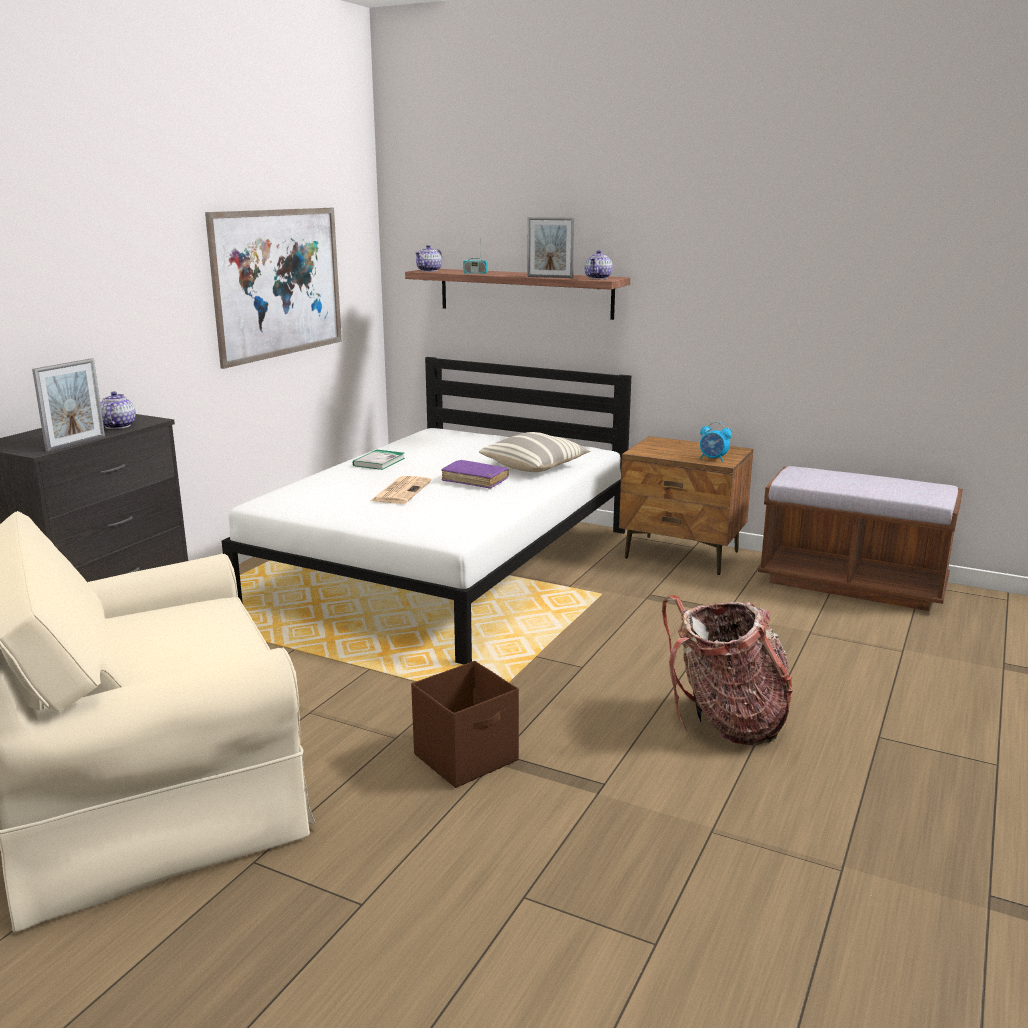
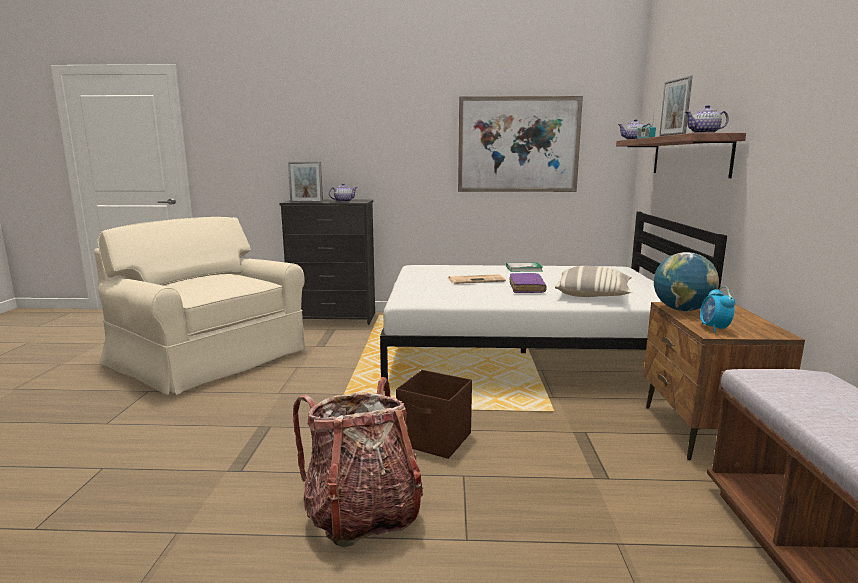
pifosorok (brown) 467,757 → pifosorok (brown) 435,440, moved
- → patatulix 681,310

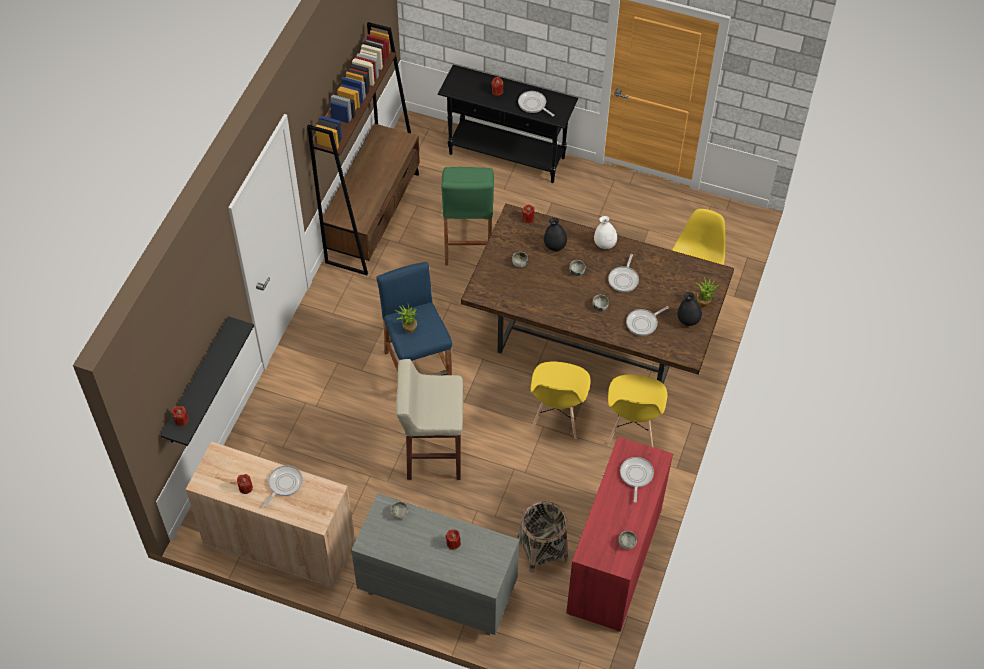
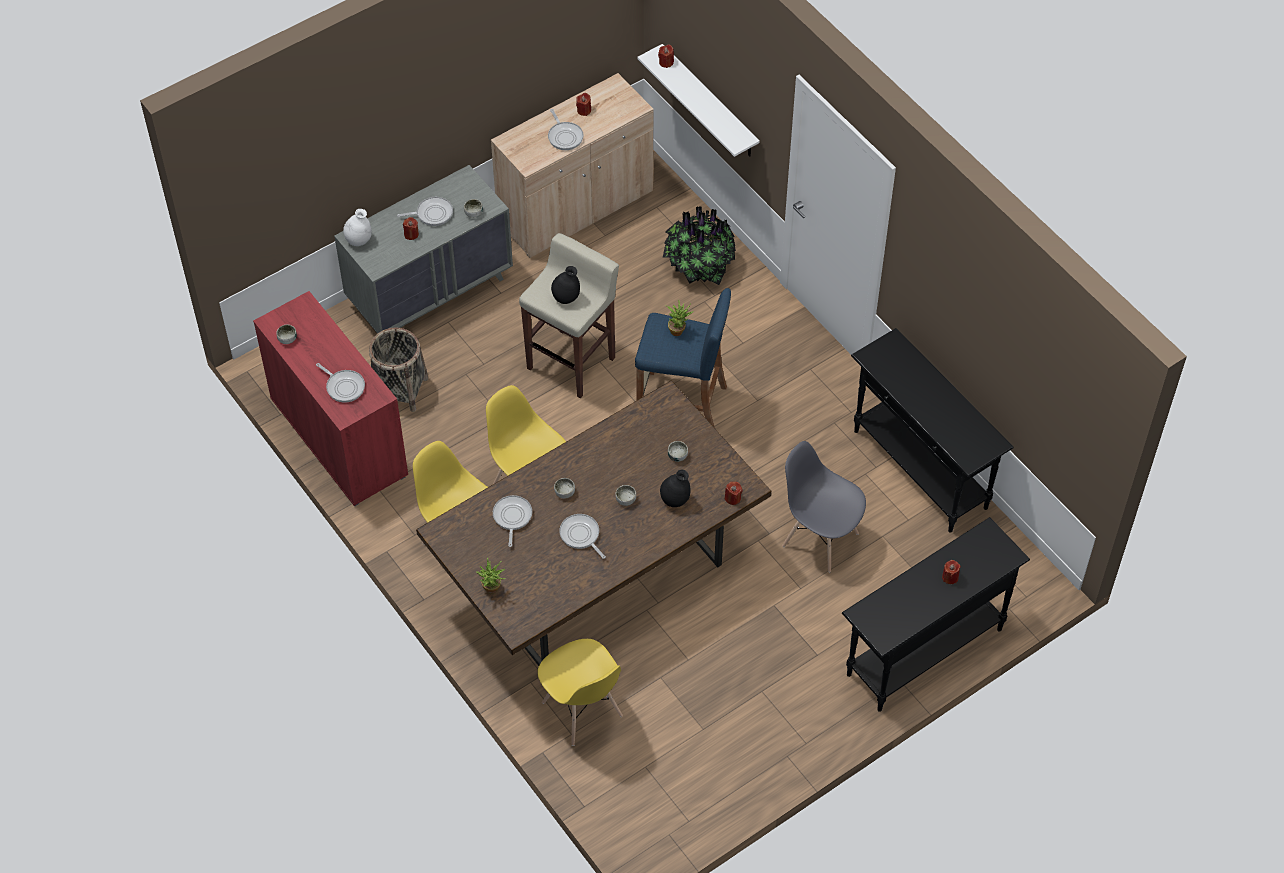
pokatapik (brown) 373,217 → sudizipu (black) 920,470
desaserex 533,105 → desaserex 432,213, moved
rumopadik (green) 468,241 → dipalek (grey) 820,539
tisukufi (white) 604,244 → tisukufi (white) 359,240, moved
tisukufi (black) 688,320 → tisukufi (black) 566,298, moved
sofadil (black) 197,382 → sofadil (white) 709,103
- → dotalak 698,267

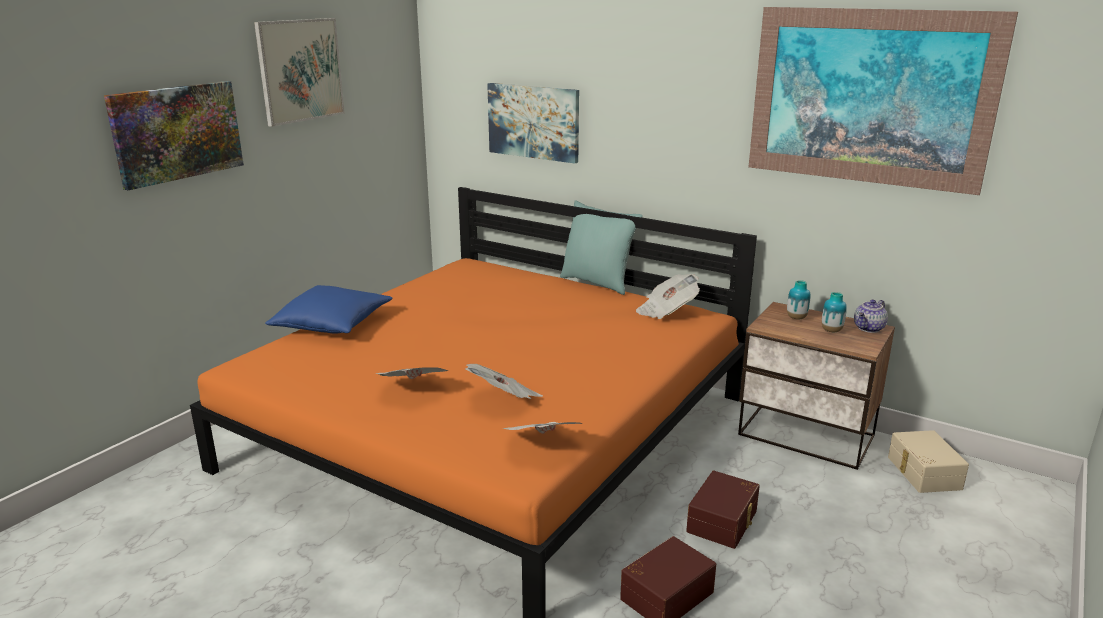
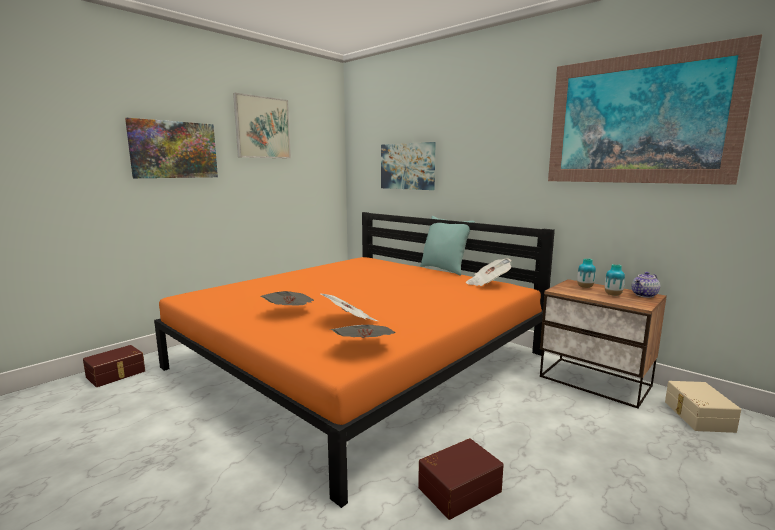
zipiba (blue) 333,324 → -
pifosorok (brown) 724,521 → pifosorok (brown) 116,374, moved

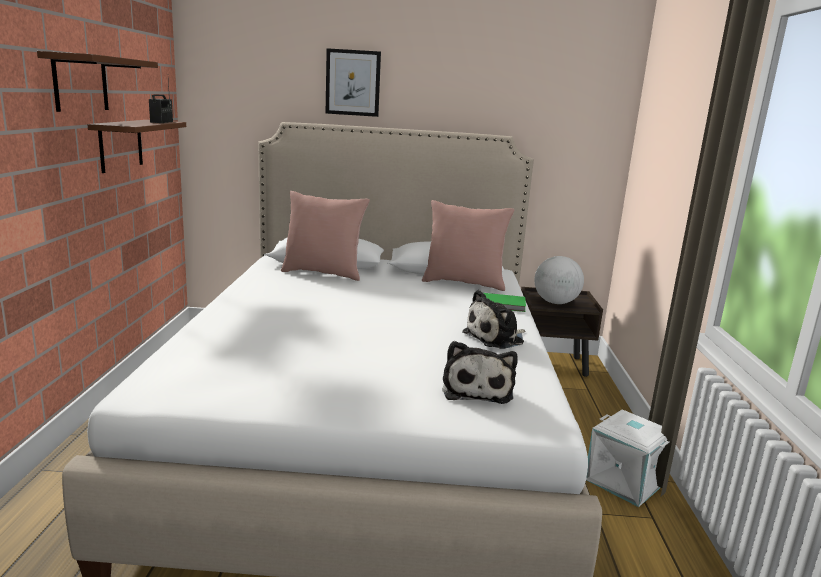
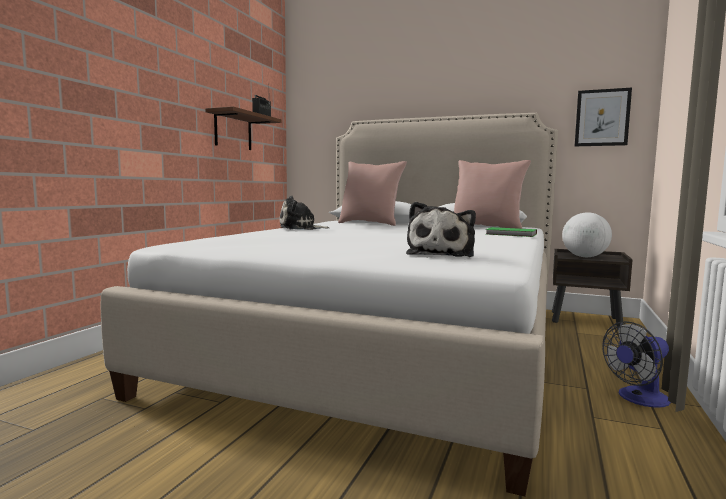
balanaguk 353,83 → balanaguk 602,118, moved
sofadil (brown) 80,83 → -
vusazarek 496,338 → vusazarek 300,228, moved
pifosorok (white) 625,481 → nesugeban 638,399

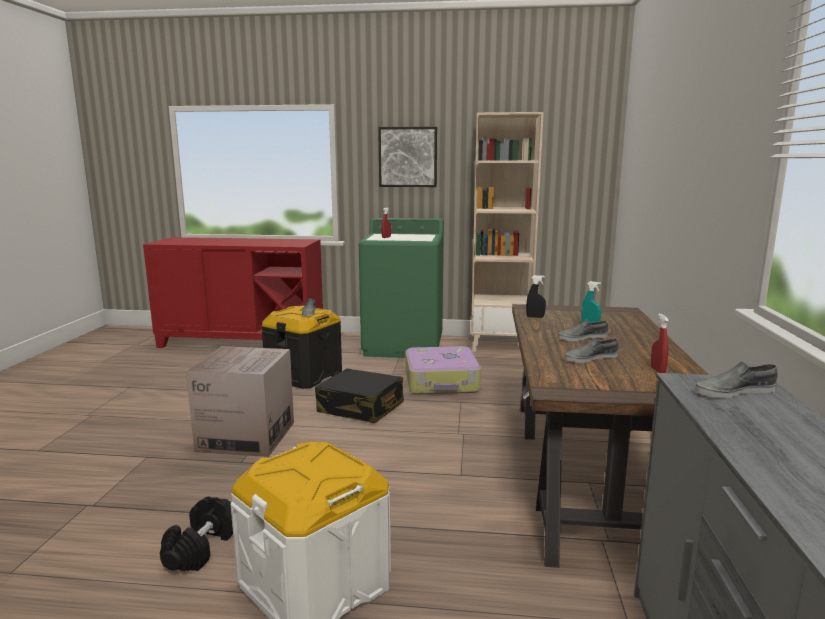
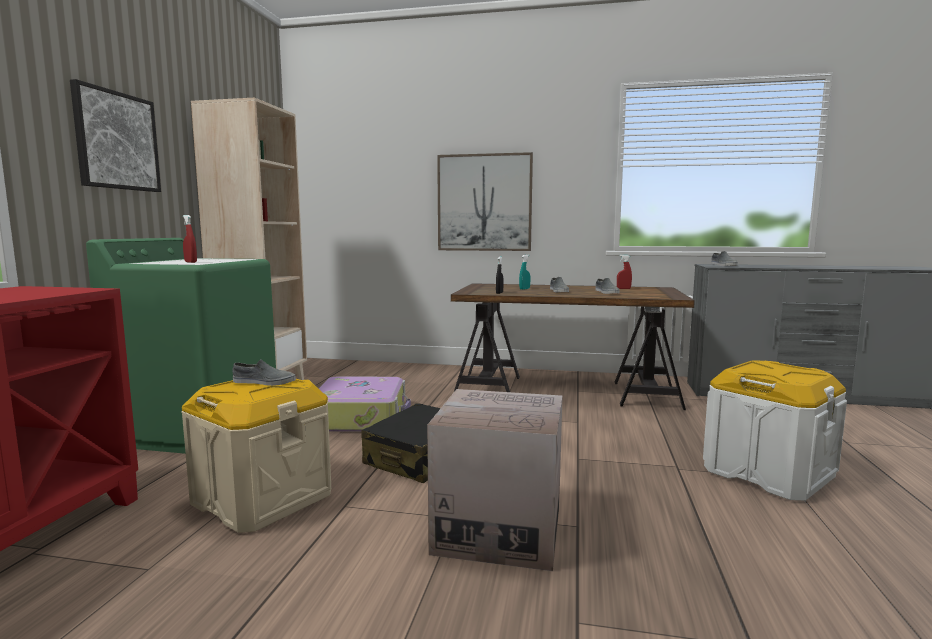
pifosorok (black) 304,375 → pifosorok (beige) 262,498
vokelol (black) 200,548 → -
- → balanaguk 484,203

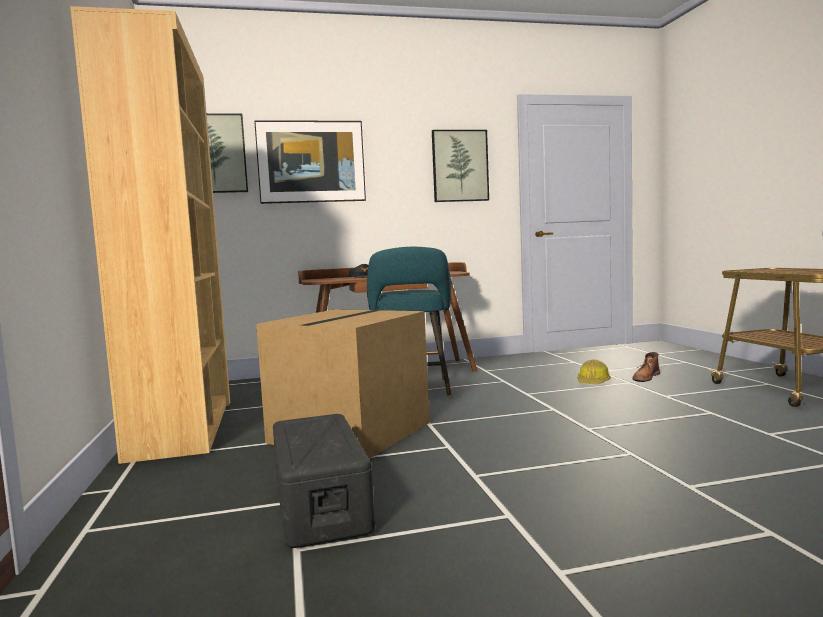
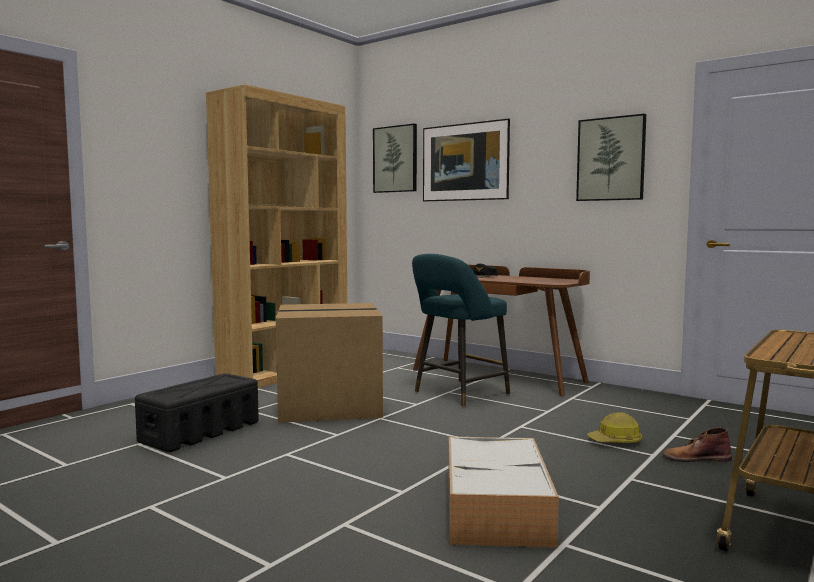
- → pifosorok 497,509

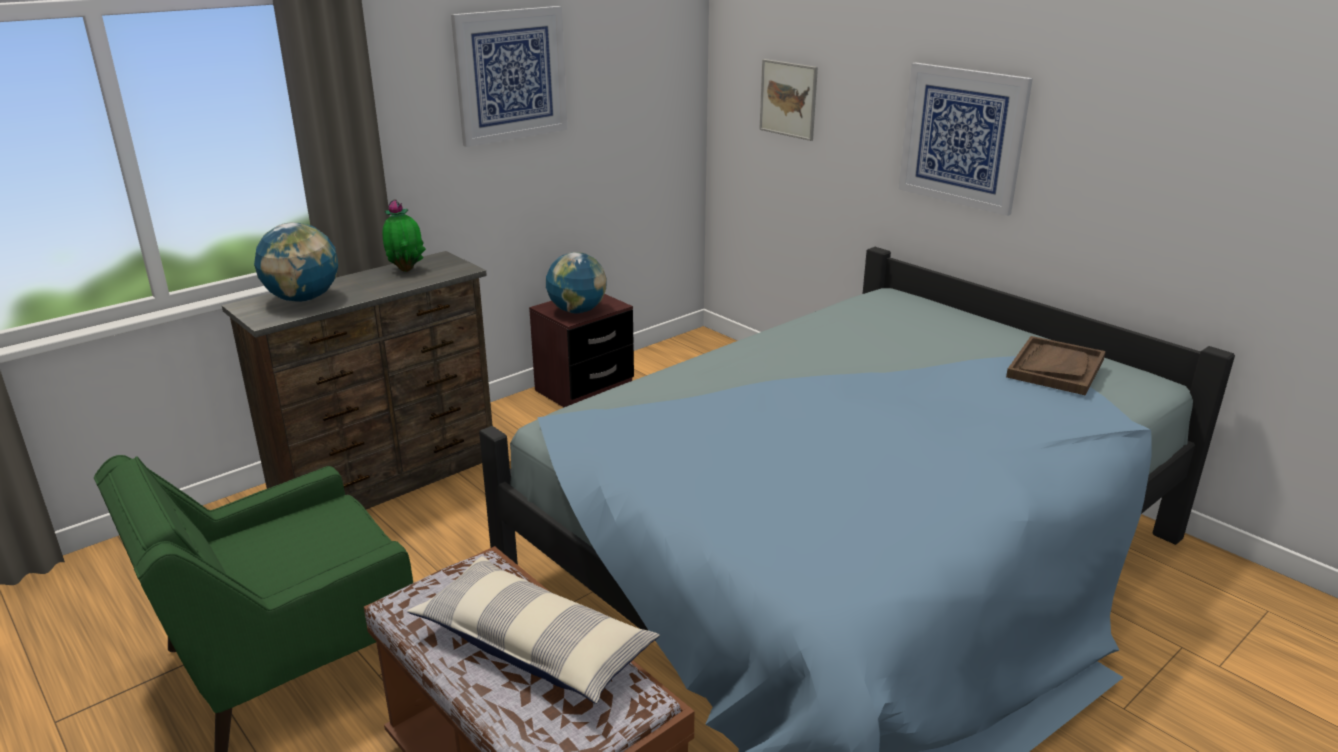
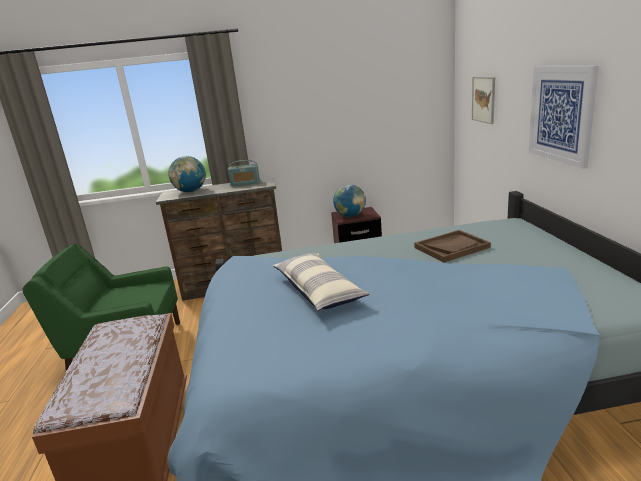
balanaguk 511,75 → -
dotalak 406,269 → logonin 245,183
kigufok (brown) 1055,368 → kigufok (brown) 451,247, moved
zipiba 534,645 → zipiba 319,291, moved

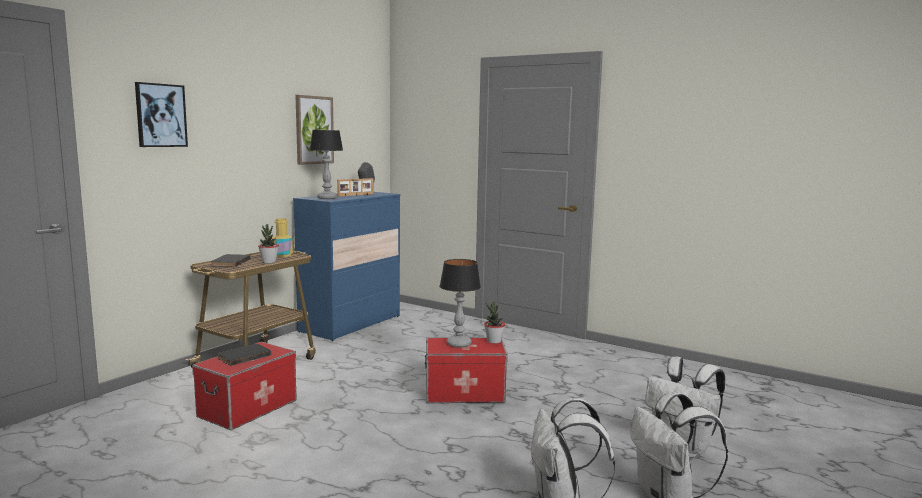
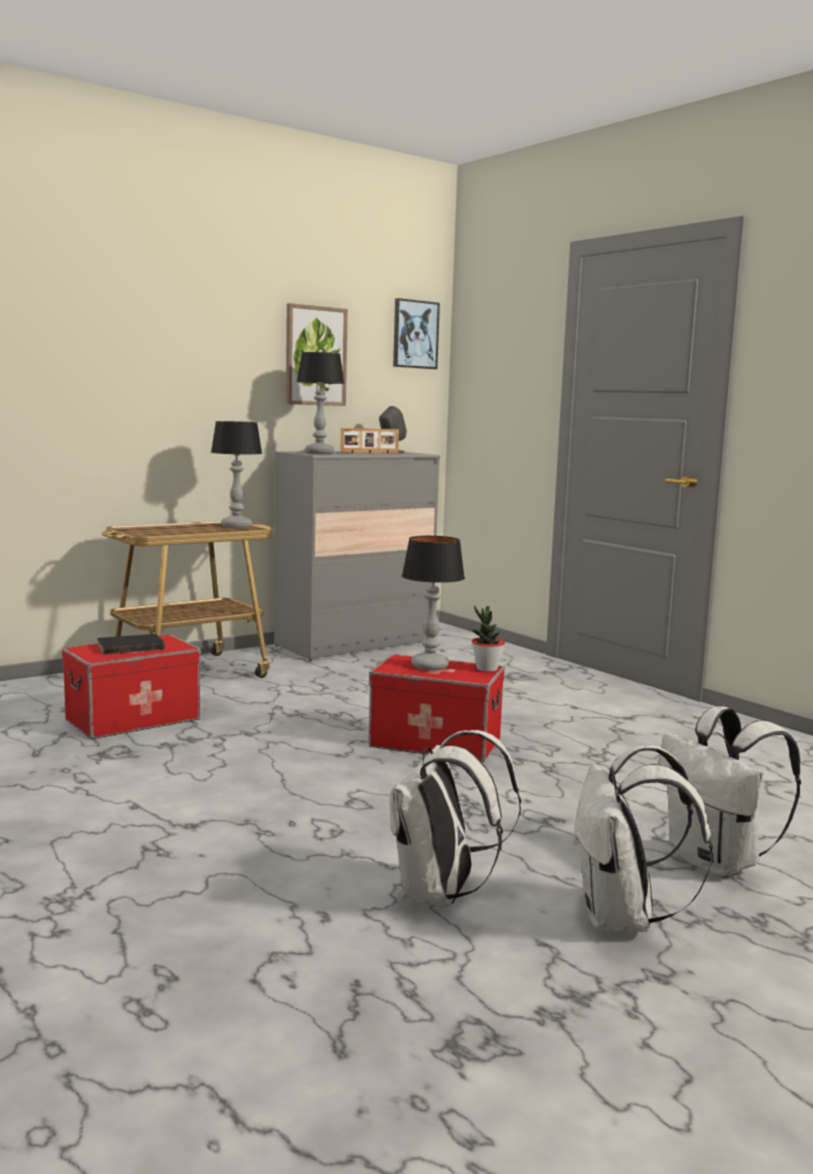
balanaguk 160,115 → balanaguk 415,334, moved
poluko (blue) 351,324 → poluko (grey) 354,644
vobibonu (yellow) 282,255 → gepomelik 237,526
dotalak 269,262 → -
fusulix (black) 229,262 → -

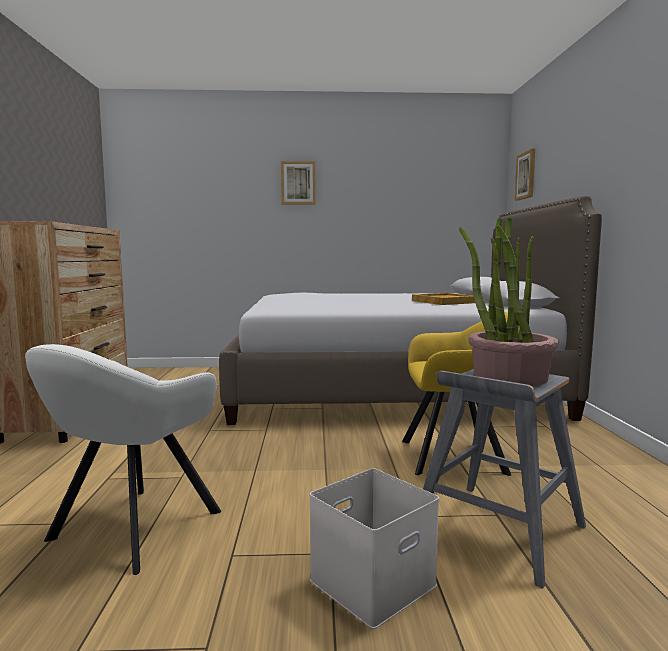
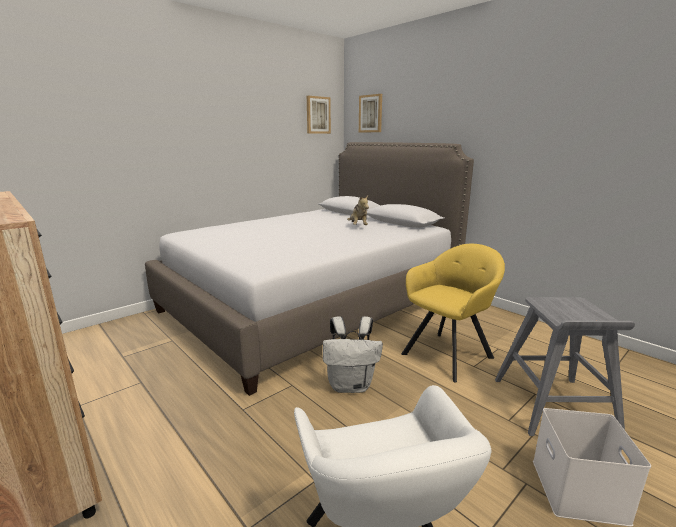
balanaguk 298,183 → balanaguk 318,115, moved
dotalak 508,377 → -
kigufok (beige) 445,301 → vusazarek 358,226
- → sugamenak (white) 351,385

